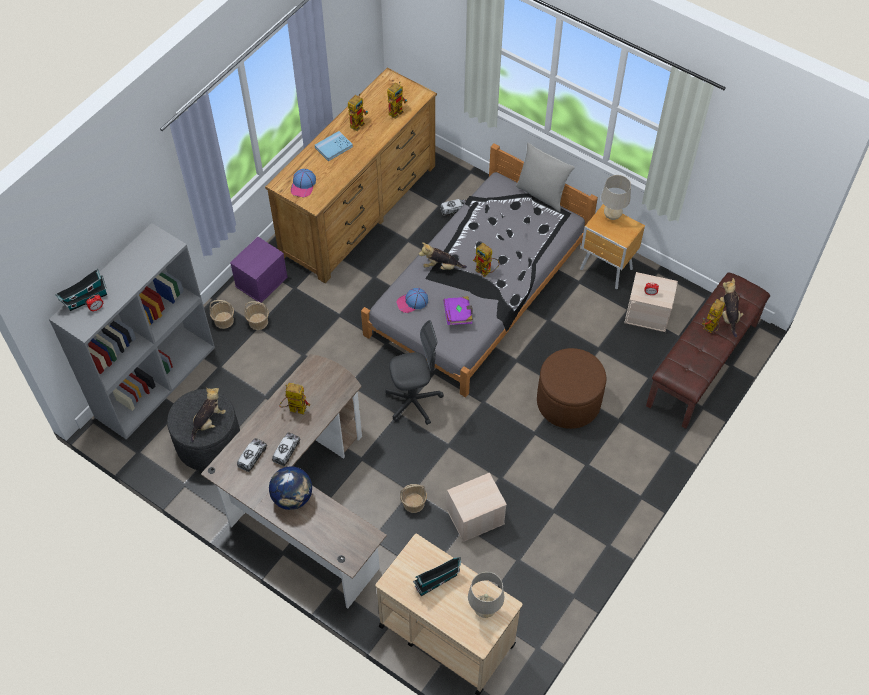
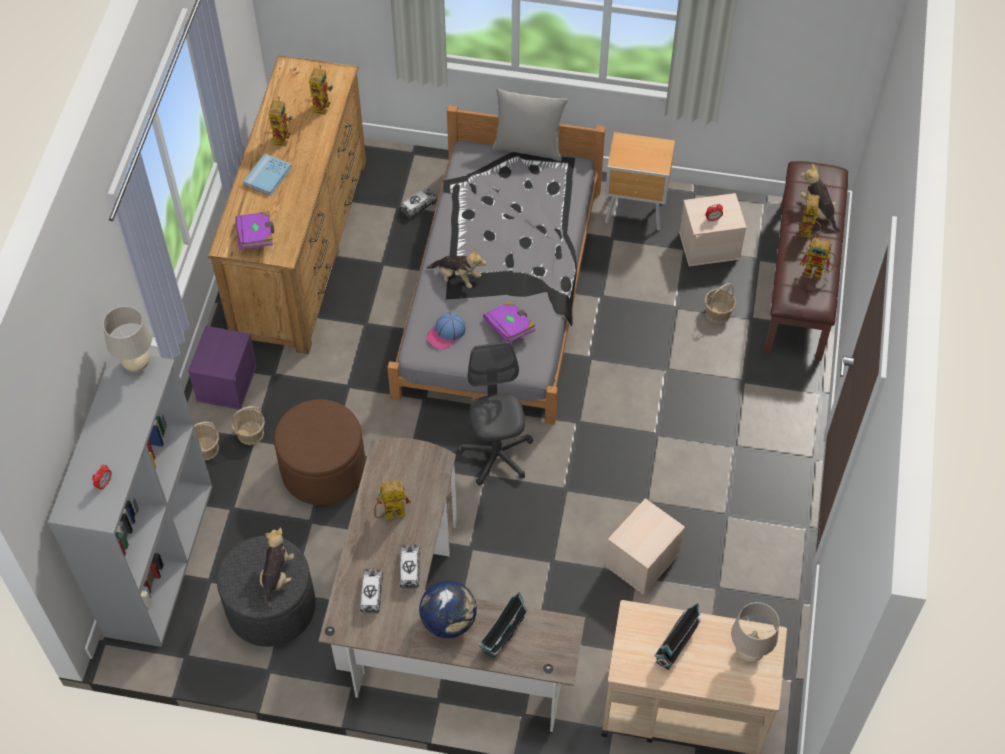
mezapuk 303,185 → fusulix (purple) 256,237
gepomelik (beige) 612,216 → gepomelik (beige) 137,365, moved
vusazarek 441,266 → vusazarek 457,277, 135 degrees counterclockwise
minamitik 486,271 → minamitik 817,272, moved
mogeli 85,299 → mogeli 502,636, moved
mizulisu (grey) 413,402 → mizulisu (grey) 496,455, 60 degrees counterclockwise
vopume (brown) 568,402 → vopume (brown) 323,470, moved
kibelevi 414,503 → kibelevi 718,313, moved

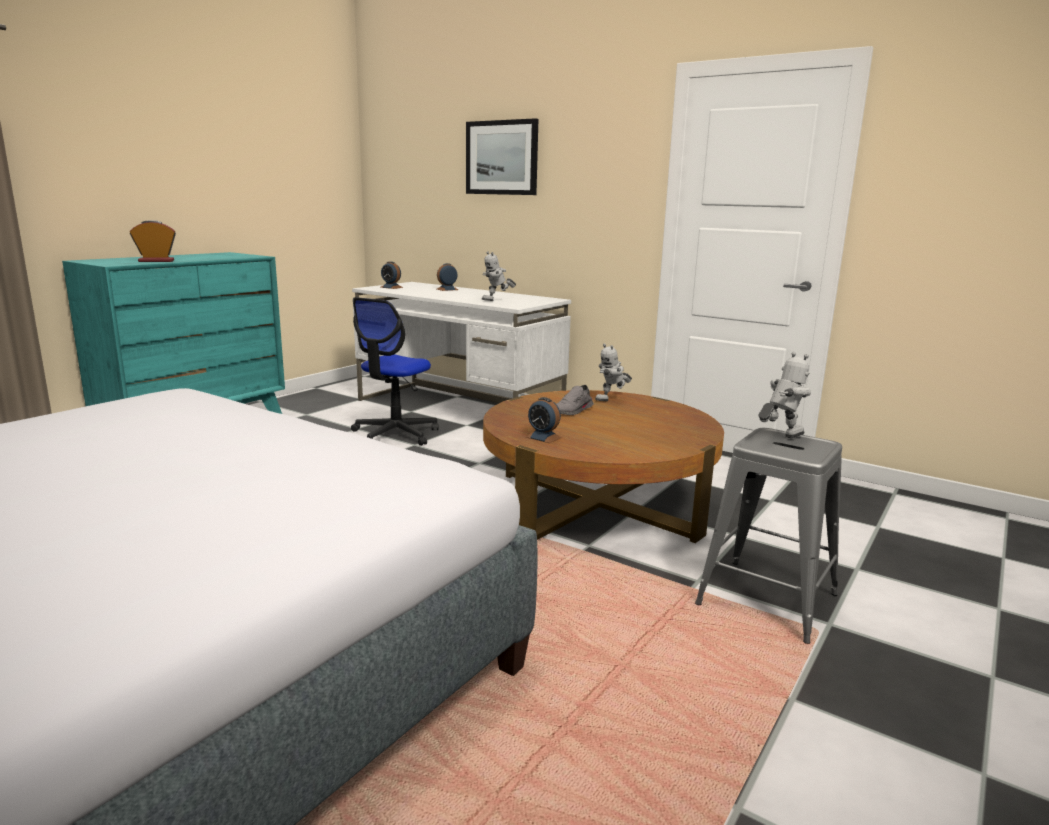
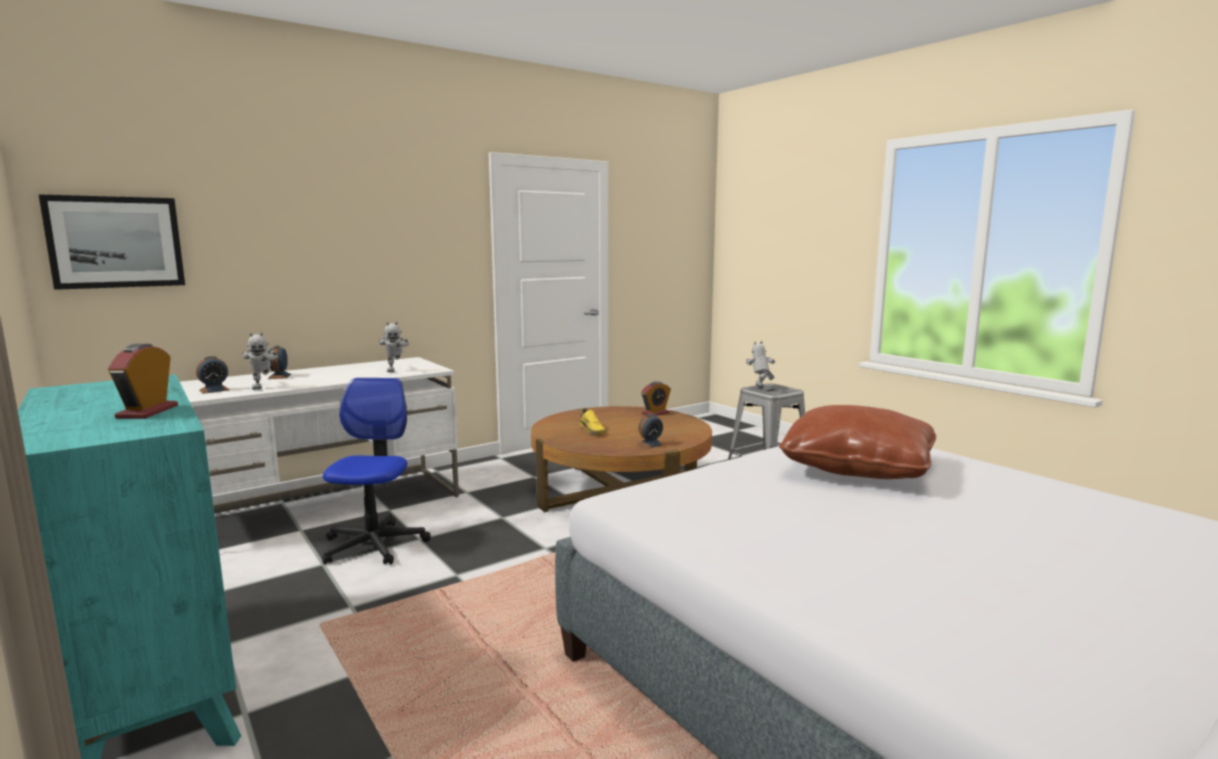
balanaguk 502,158 → balanaguk 116,242, moved
mizulisu 395,434 → mizulisu 374,545, 135 degrees counterclockwise
minamitik 612,400 → minamitik 263,387, moved
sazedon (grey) 573,411 → sazedon (yellow) 593,430
- → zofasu 655,413
- → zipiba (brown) 857,467

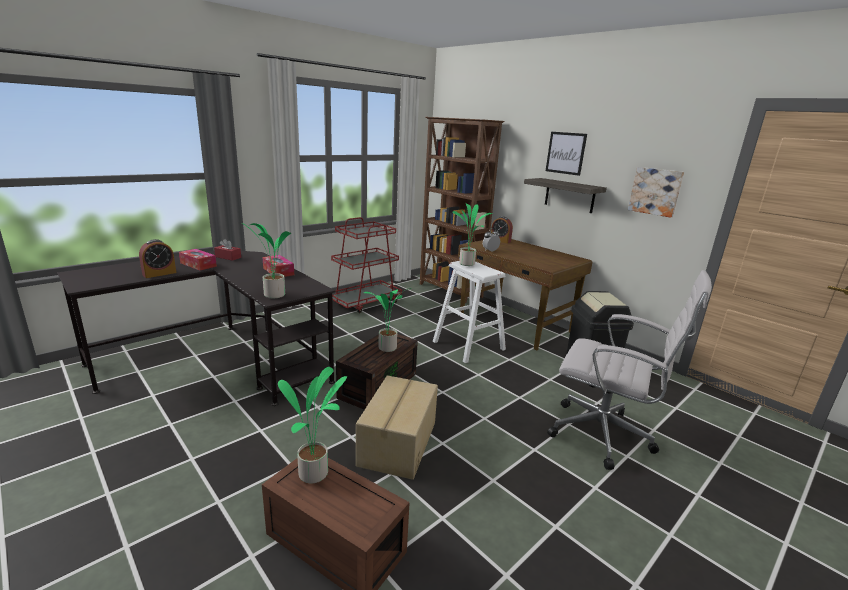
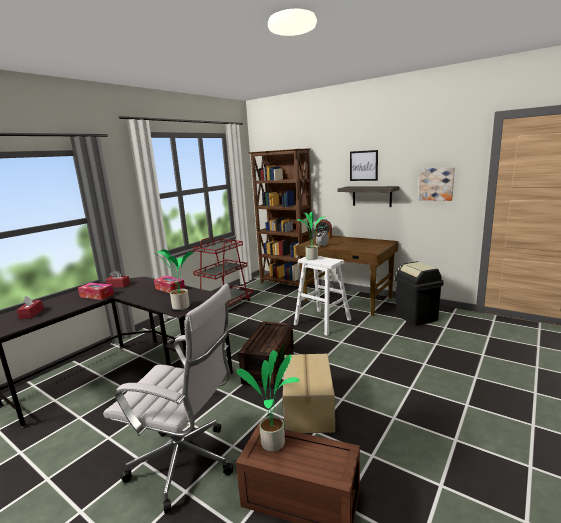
zofasu 159,274 → -
mizulisu (white) 604,436 → mizulisu (white) 187,464, moved
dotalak 386,348 → -
- → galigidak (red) 31,314

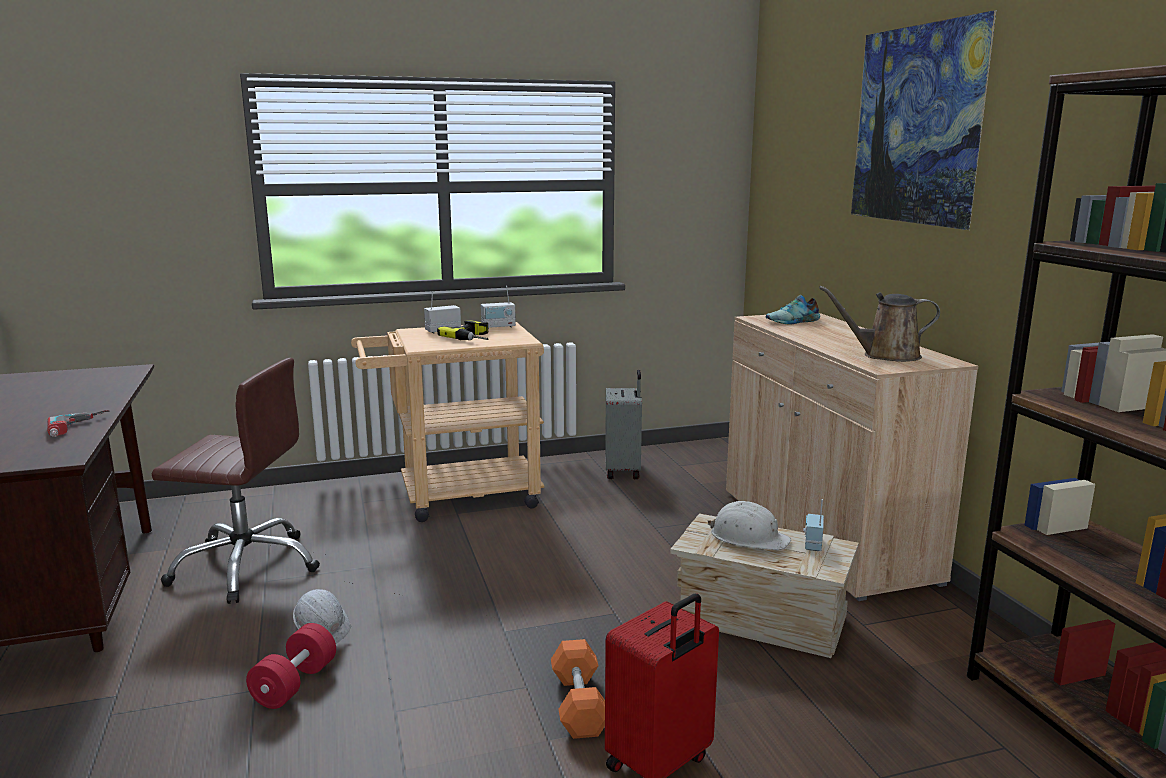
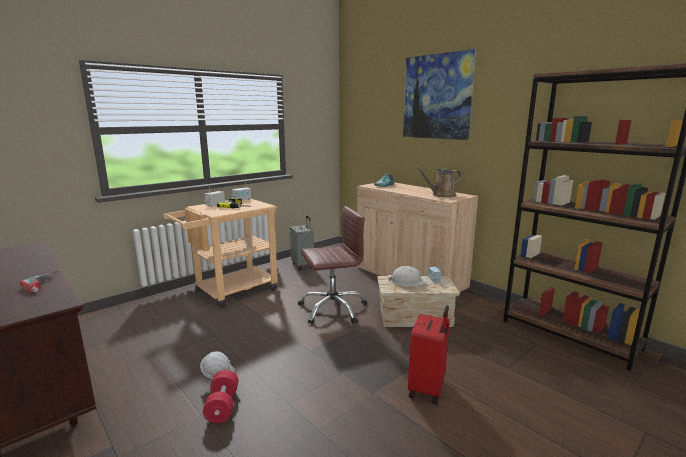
mizulisu (brown) 246,566 → mizulisu (brown) 332,309, moved
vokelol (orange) 579,704 → -

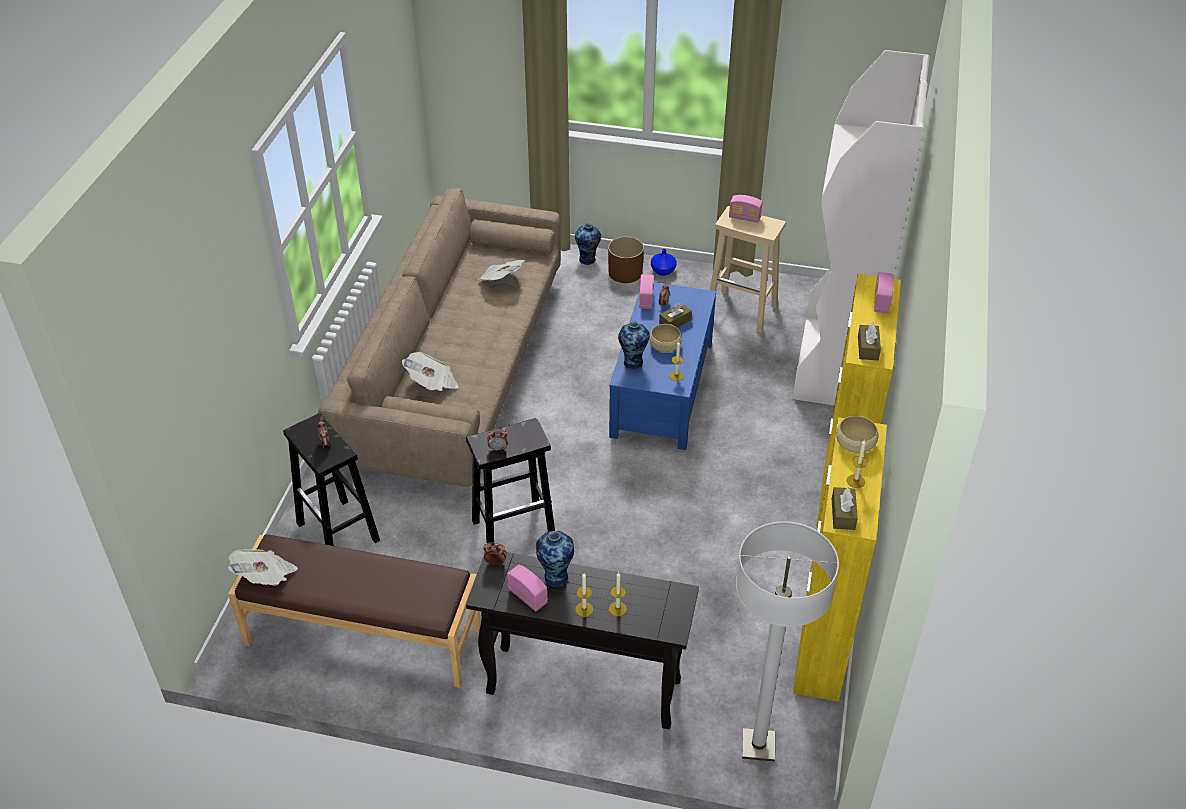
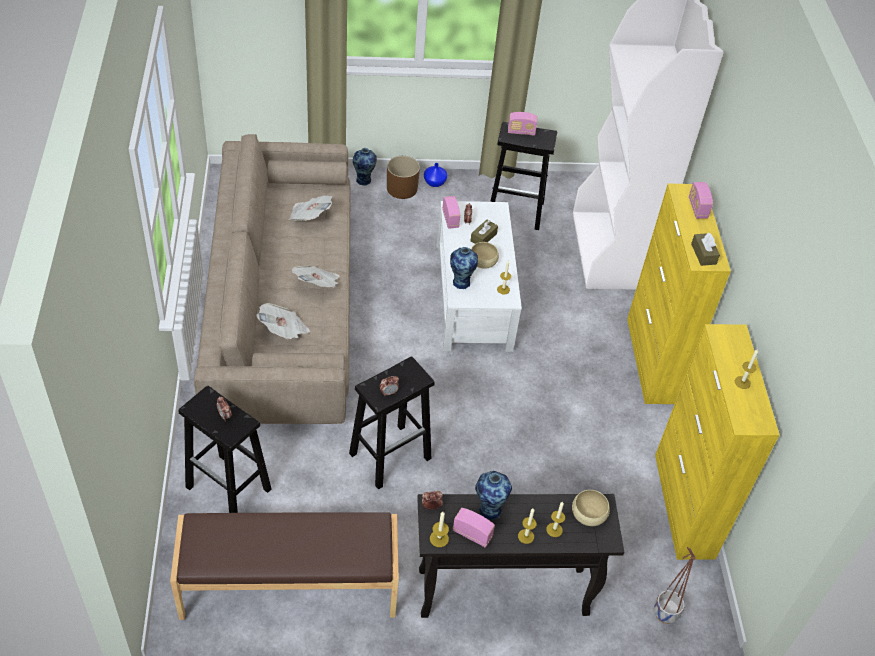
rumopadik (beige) 742,311 → rumopadik (black) 516,211
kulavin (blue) 661,389 → kulavin (white) 472,297
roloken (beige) 855,443 → roloken (beige) 588,514, moved
galigidak (brown) 843,514 → -
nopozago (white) 758,746 → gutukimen 665,614
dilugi 265,577 → dilugi 317,284, moved
- → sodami 439,538

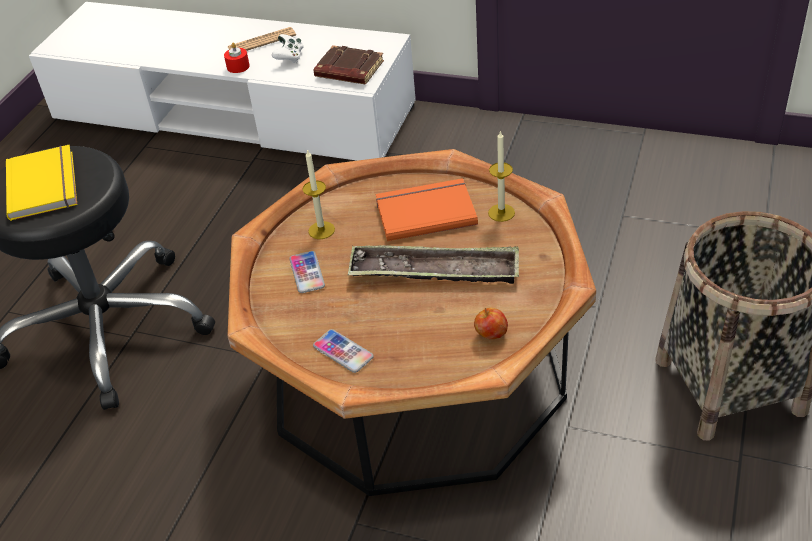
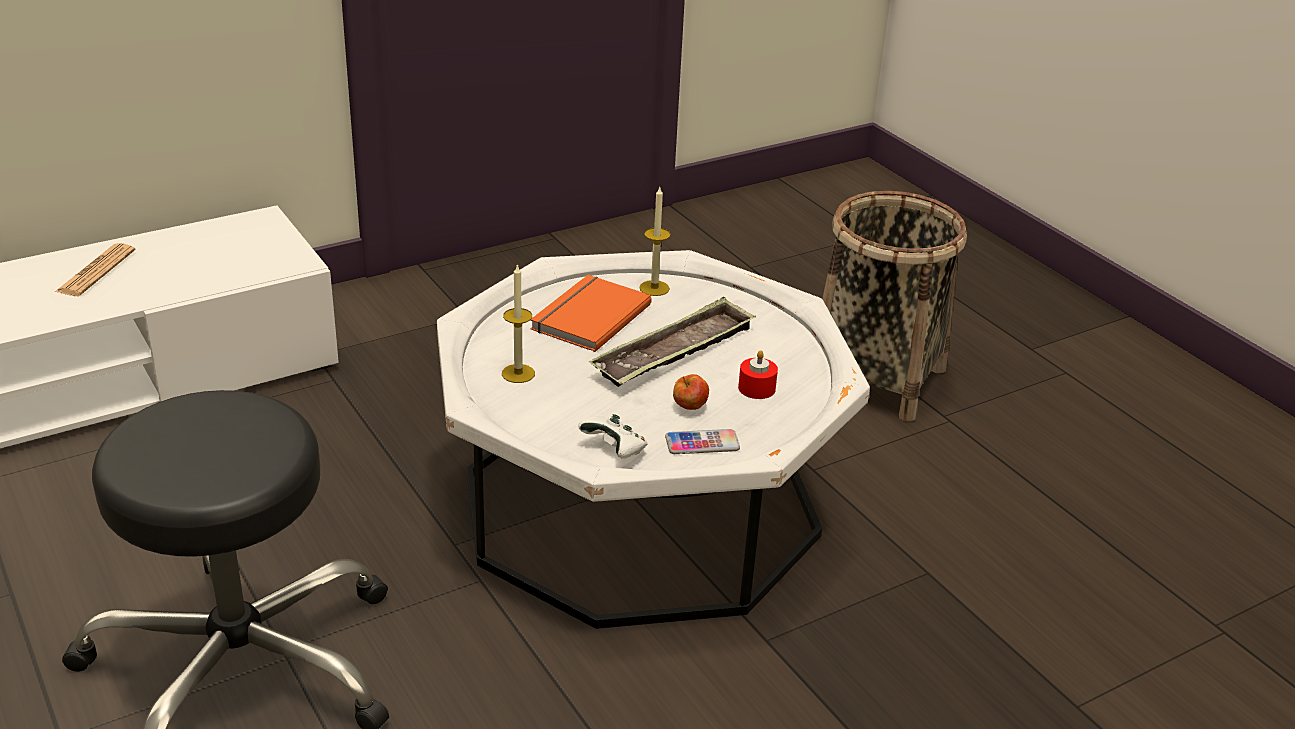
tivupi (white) 289,57 → tivupi (white) 615,451, moved
sodami (red) 238,66 → sodami (red) 756,388, moved
fusulix (brown) 348,71 → -
fusulix (yellow) 45,184 → -
kulavin (brown) 416,371 → kulavin (white) 640,505
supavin 307,273 → -
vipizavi 491,335 → vipizavi 690,408, moved

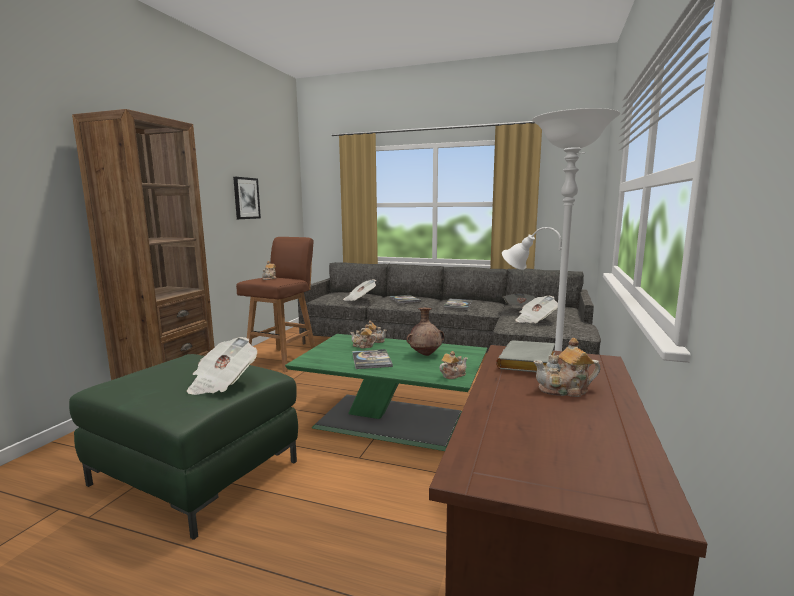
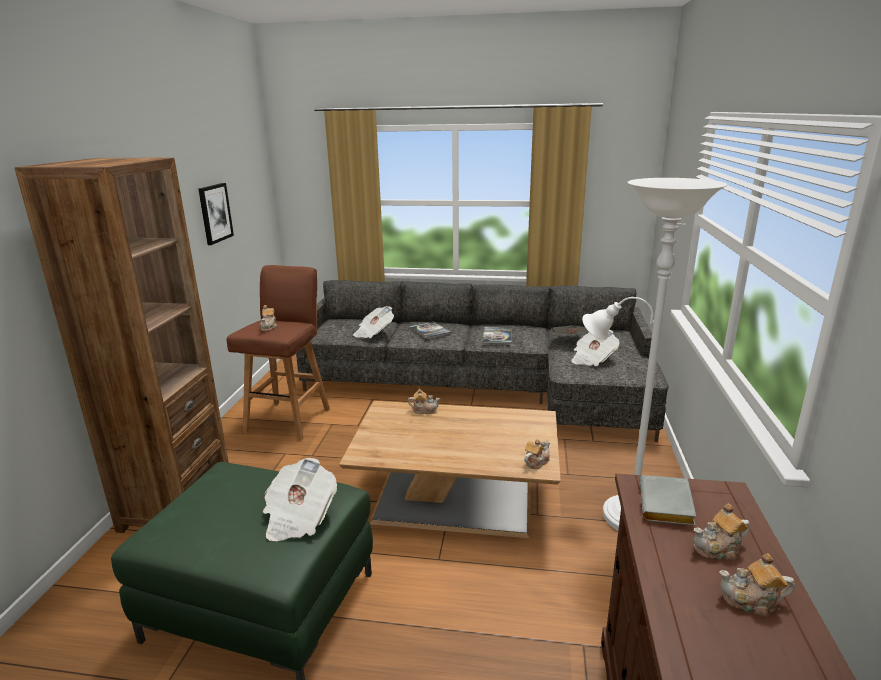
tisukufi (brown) 425,354 → -
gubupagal 363,346 → gubupagal 751,601, moved
kulavin (green) 393,420 → kulavin (brown) 457,501
fusulix 371,360 → -

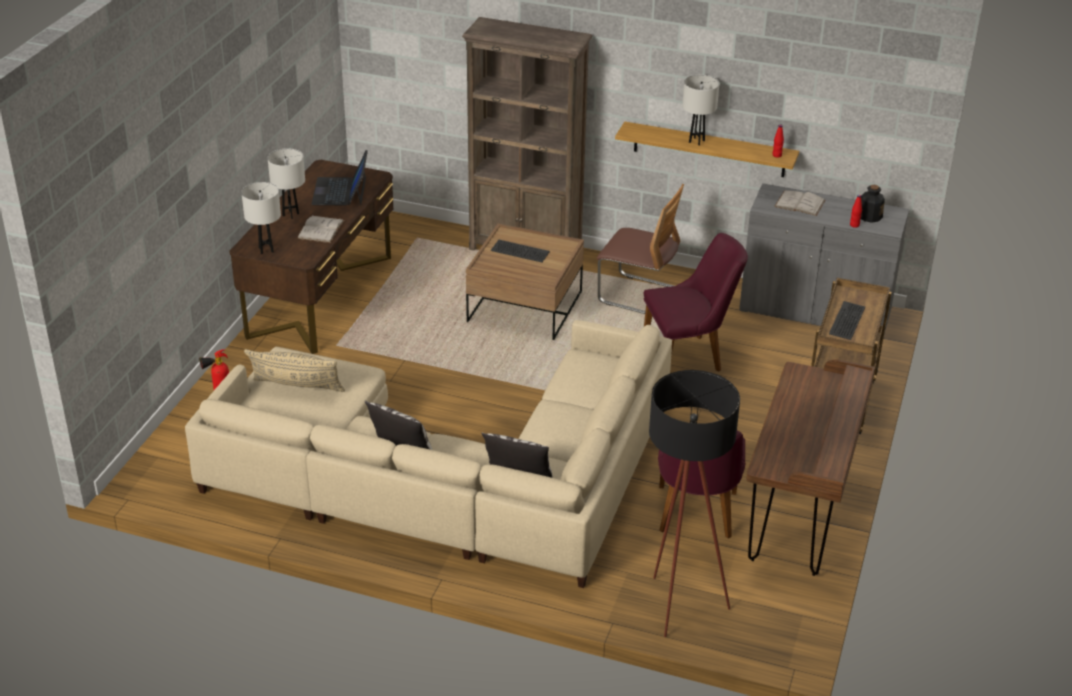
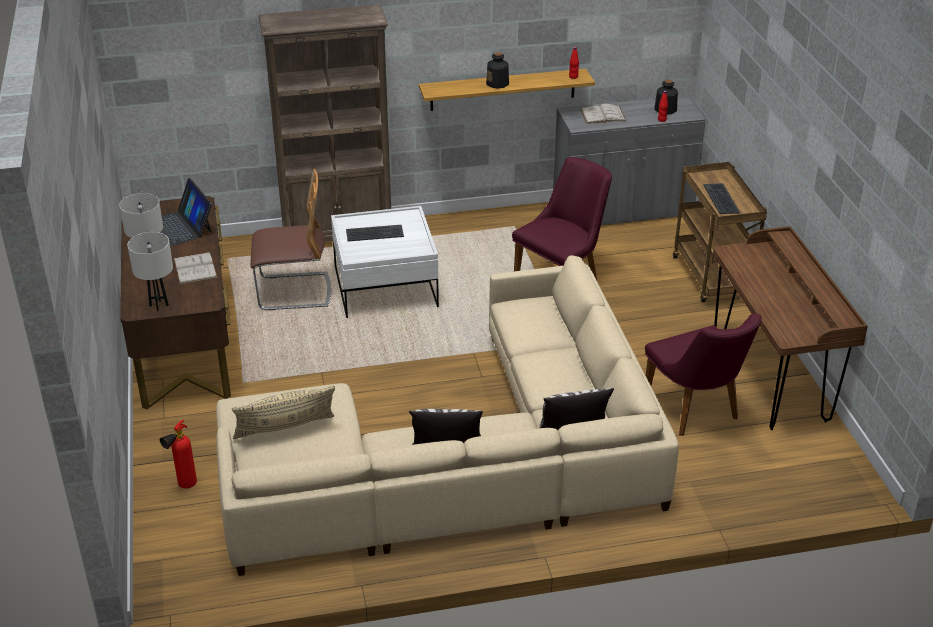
gepomelik (white) 697,141 → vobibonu 497,83
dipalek 639,296 → dipalek 294,292, moved
kulavin (brown) 525,307 → kulavin (white) 385,287
nopozago (black) 677,601 → -

